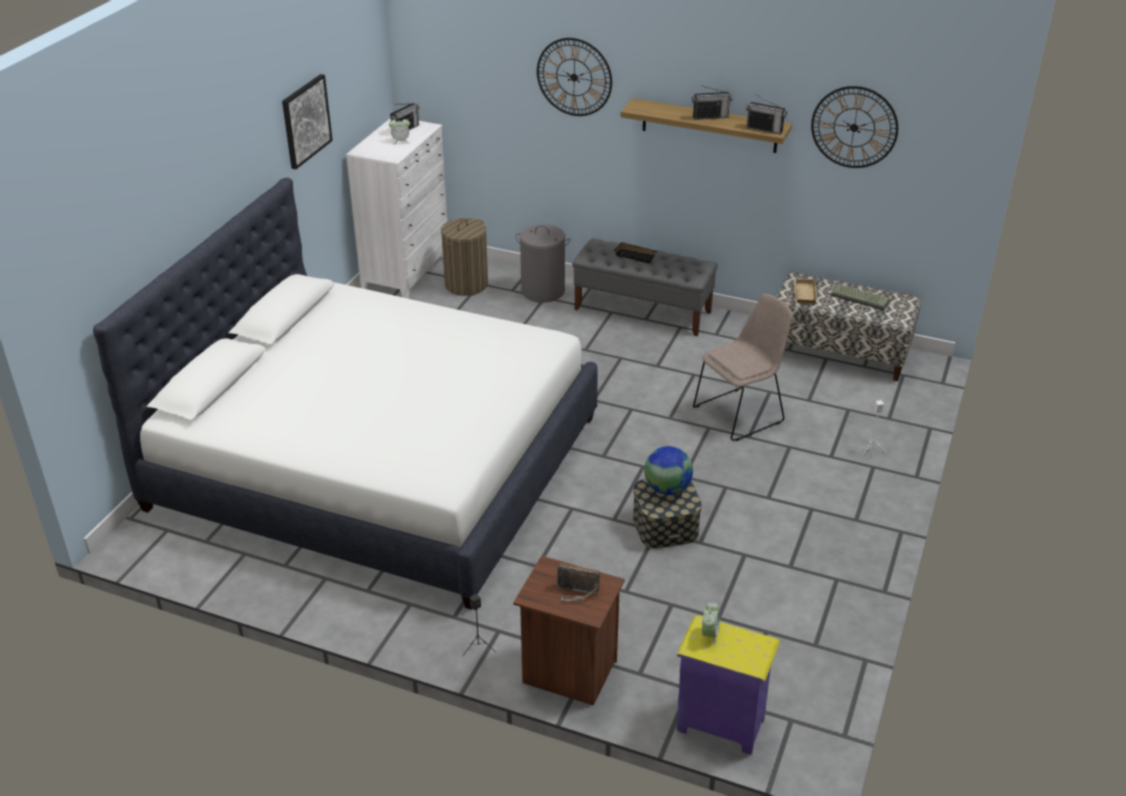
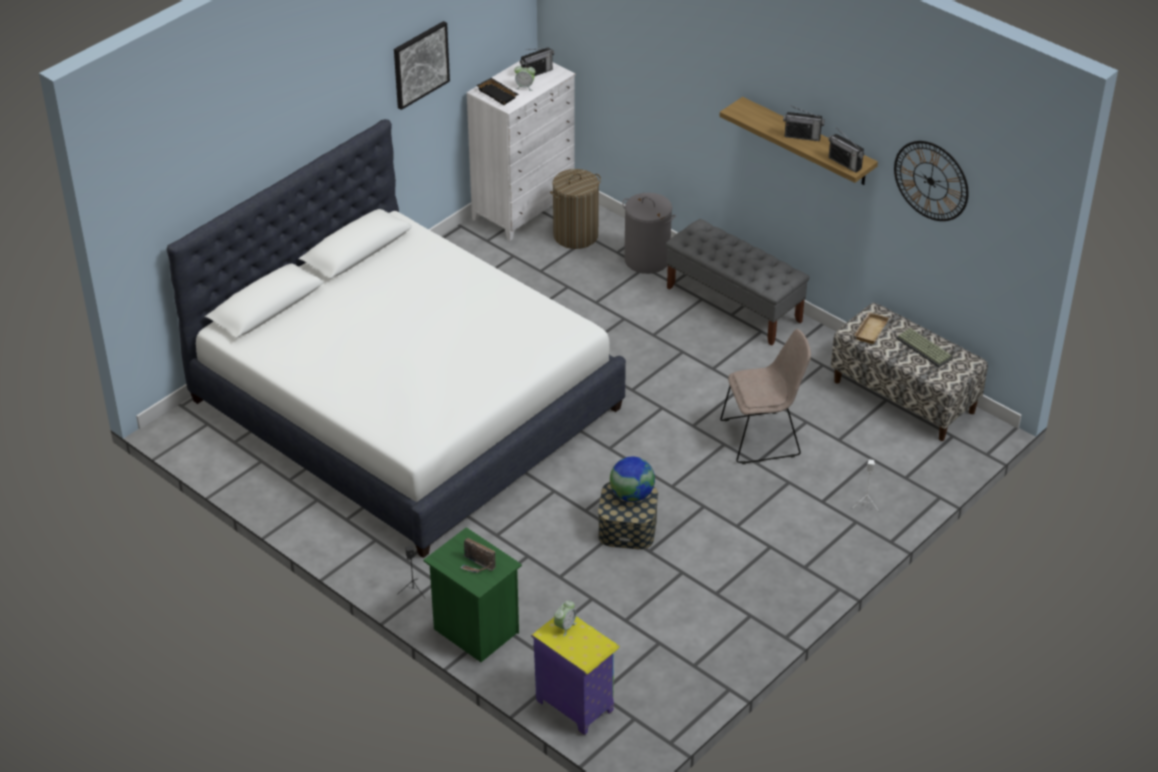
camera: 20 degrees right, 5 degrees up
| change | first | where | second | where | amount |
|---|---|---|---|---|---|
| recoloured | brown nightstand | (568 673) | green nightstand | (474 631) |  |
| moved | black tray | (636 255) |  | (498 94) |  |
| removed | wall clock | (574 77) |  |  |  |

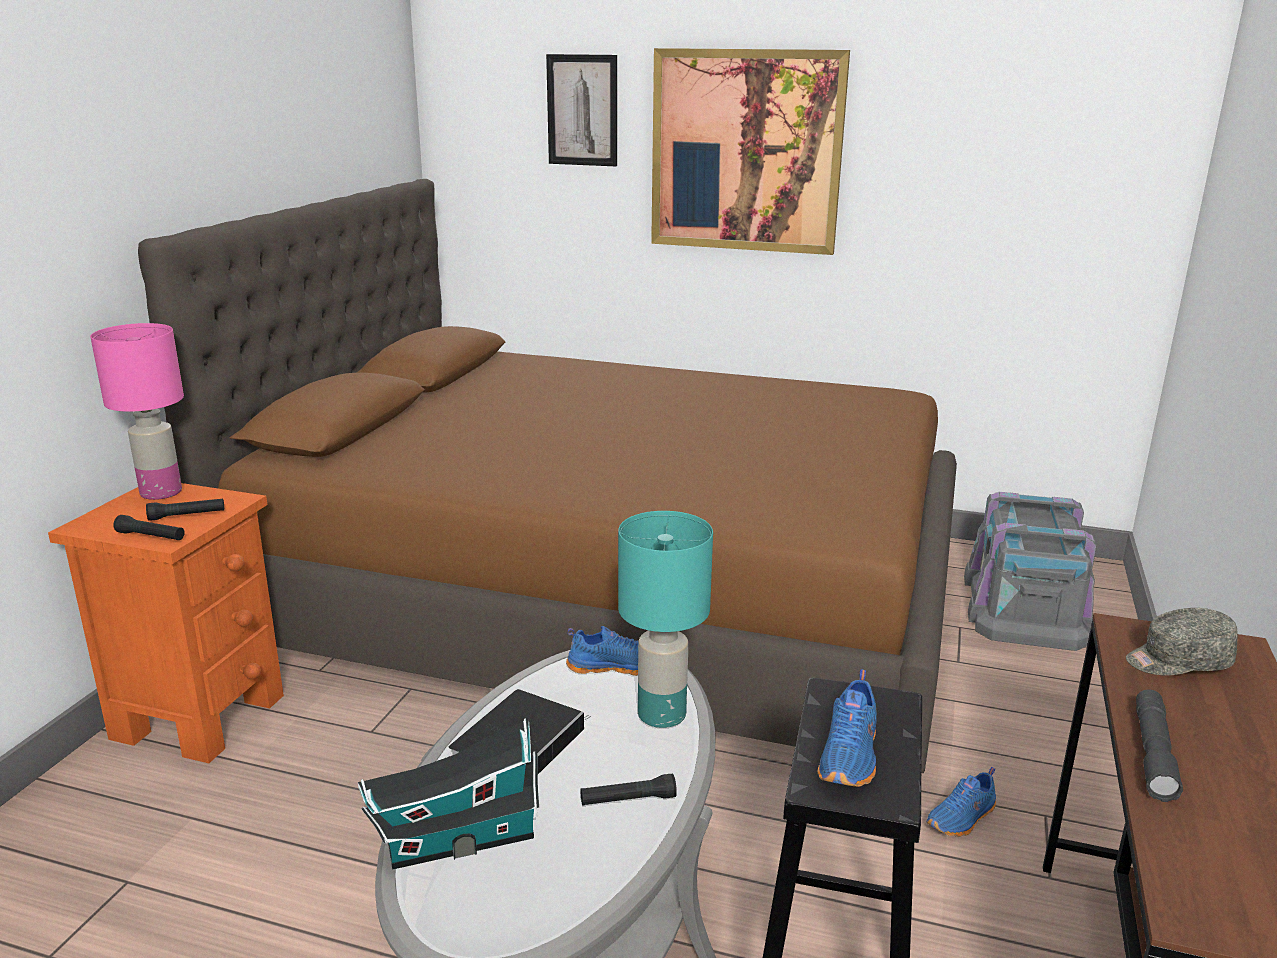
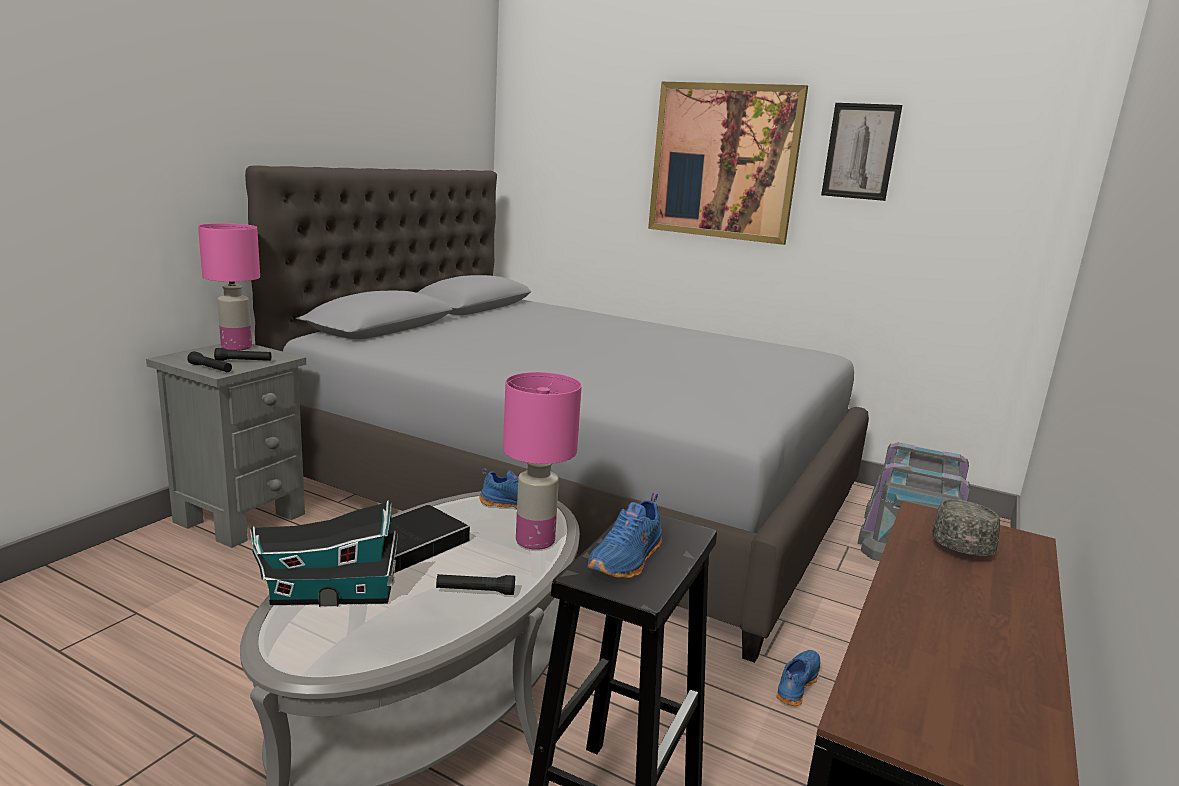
camera: 10 degrees right, 5 degrees down
| change | first | where | second | where | amount |
|---|---|---|---|---|---|
| recoloured | orange nightstand | (202 716) | grey nightstand | (242 518) |  |
| recoloured | brown bed | (609 601) | grey bed | (571 489) |  |
| recoloured | turquoise table lamp | (660 715) | pink table lamp | (534 541) |  |
| turned | blue shoe | (962 819) |  | (796 683) | 150 degrees clockwise |
| moved | picture | (582 110) |  | (860 151) |  |
| turned | grey cap | (1177 661) |  | (960 542) | 105 degrees clockwise |
| removed | grey flashlight | (1153 753) |  |  |  |

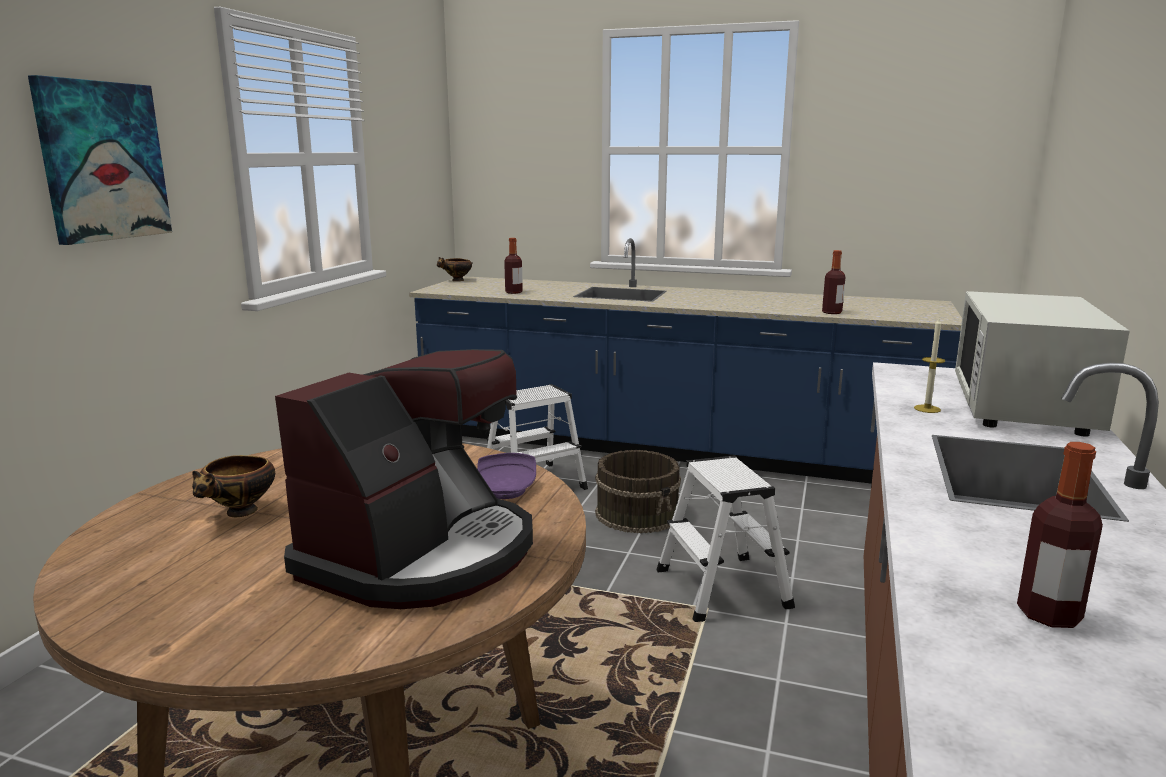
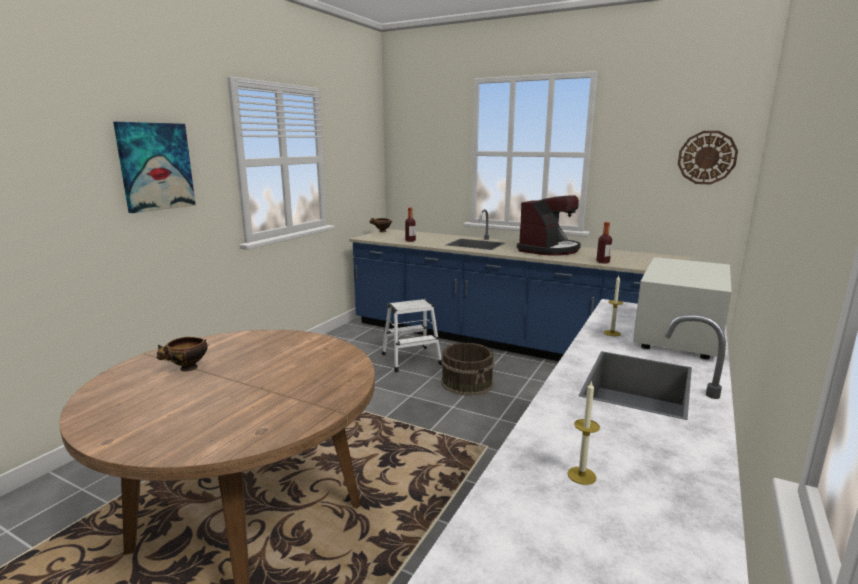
camera: 10 degrees right, 0 degrees up
| change | first | where | second | where | amount |
|---|---|---|---|---|---|
| moved | coffee machine | (422 554) |  | (549 250) |  |
| replaced | bottle | (1049 615) | candle | (581 475) |  |
| added |  |  | wall clock | (707 157) |  |
| removed | purple plate | (507 489) |  |  |  |
| removed | white step ladder | (723 588) |  |  |  |

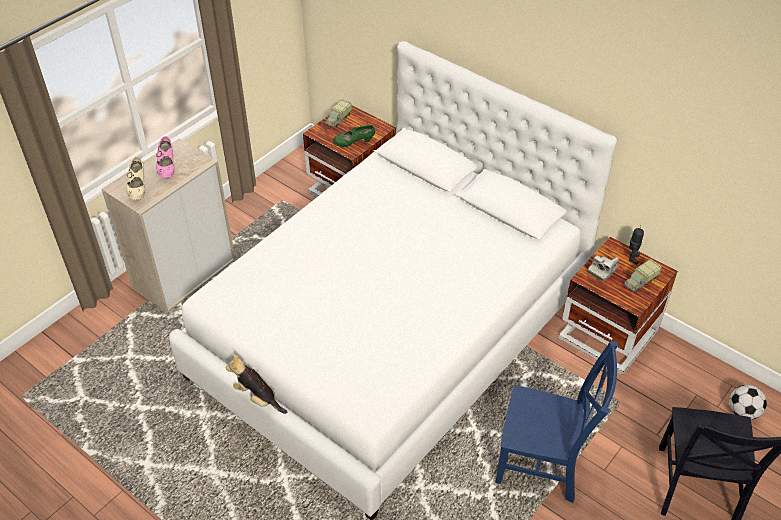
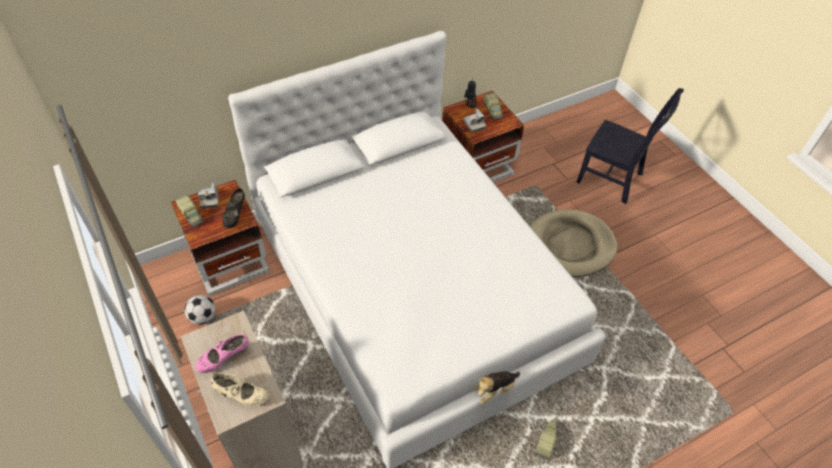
camera: 70 degrees left, 5 degrees up
| change | first | where | second | where | amount |
|---|---|---|---|---|---|
| moved | football | (743 412) |  | (203 317) |  |
| turned | pink shoe | (167 167) |  | (224 359) | 135 degrees clockwise |
| added |  |  | photo camera | (209 199) |  |
| recoloured | green shoe | (354 143) | black shoe | (235 215) |  |
| replaced | blue chair | (544 463) | beige dog bed | (570 245) |  |
| added |  |  | toy truck | (546 441) |  |

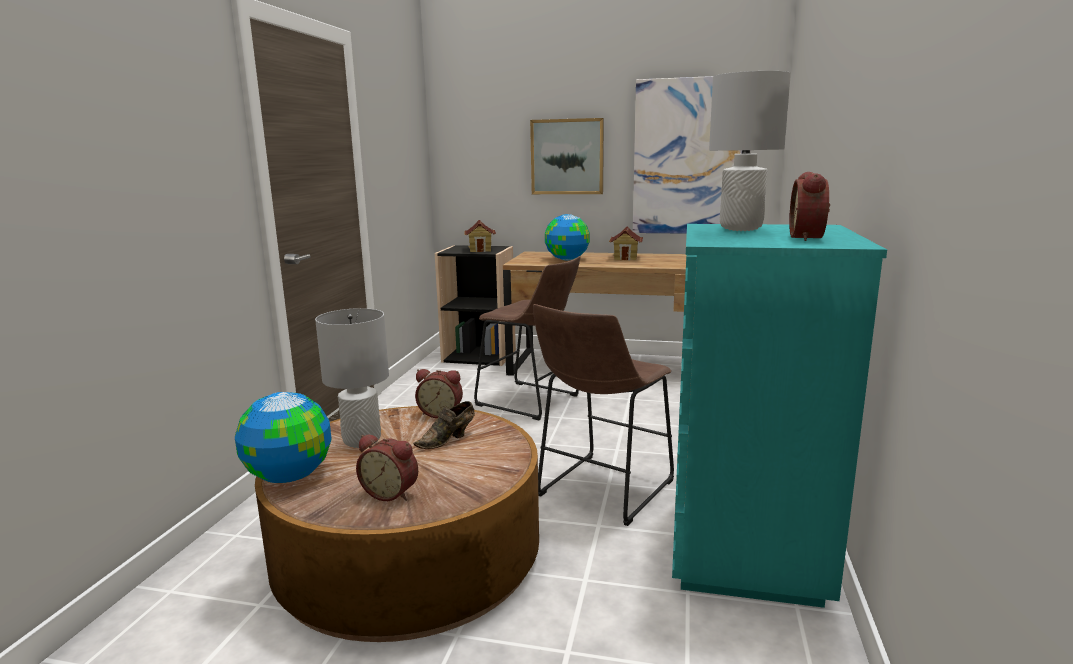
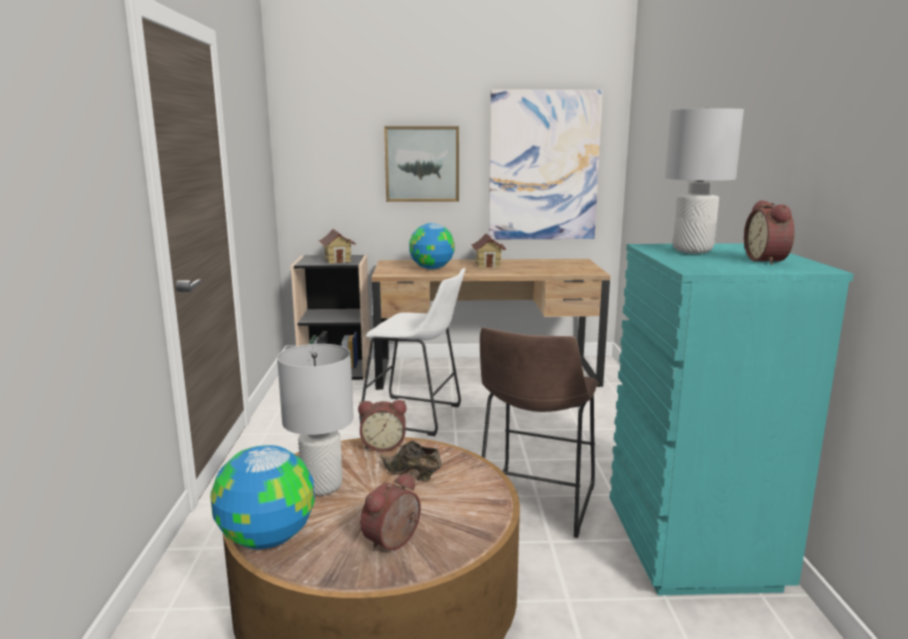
camera: 15 degrees left, 0 degrees up
| change | first | where | second | where | amount |
|---|---|---|---|---|---|
| recoloured | brown stool | (532 402) | white stool | (417 416) |  |
| turned | alarm clock | (391 493) |  | (394 543) | 120 degrees clockwise |
| turned | brown shoe | (448 440) |  | (412 475) | 90 degrees clockwise |

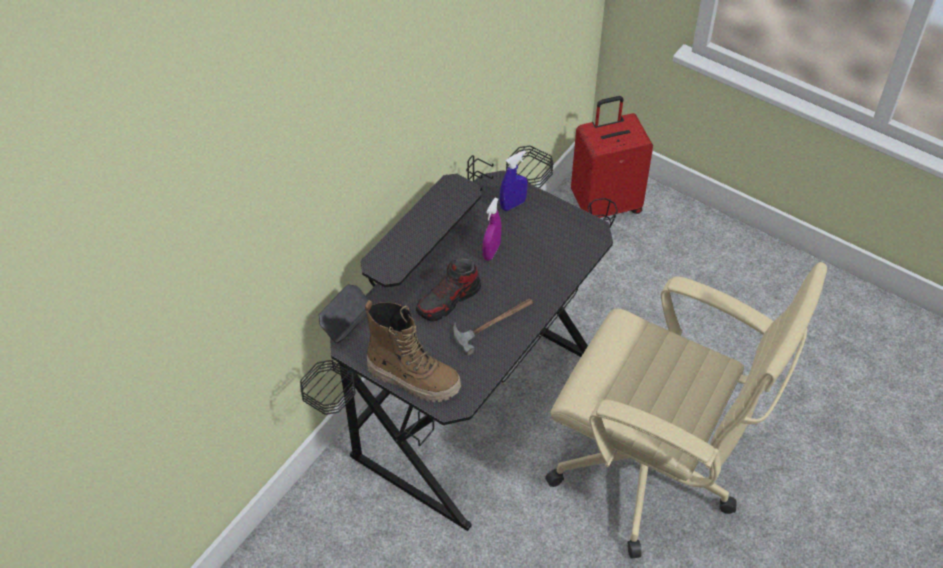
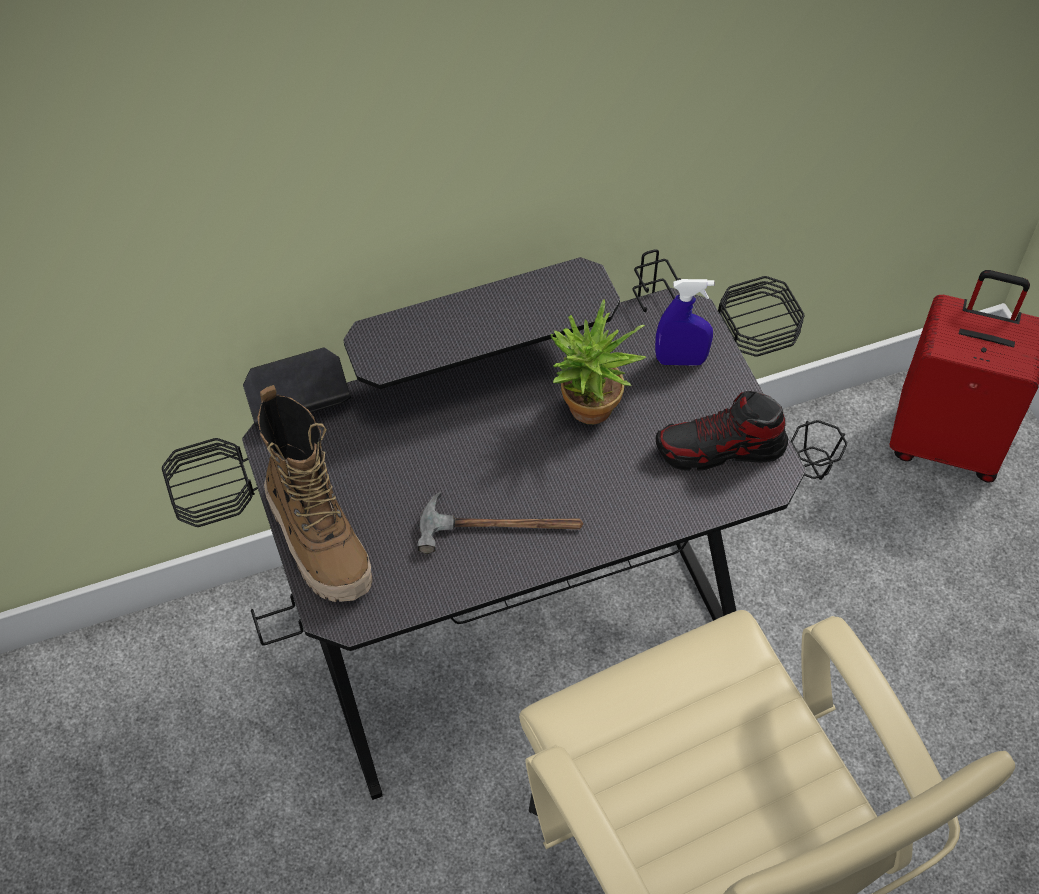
camera: 35 degrees right, 5 degrees up
| change | first | where | second | where | amount |
|---|---|---|---|---|---|
| replaced | purple spray bottle | (491 251) | potted plant | (588 414) |  |
| moved | shoe | (449 300) |  | (720 449) |  |

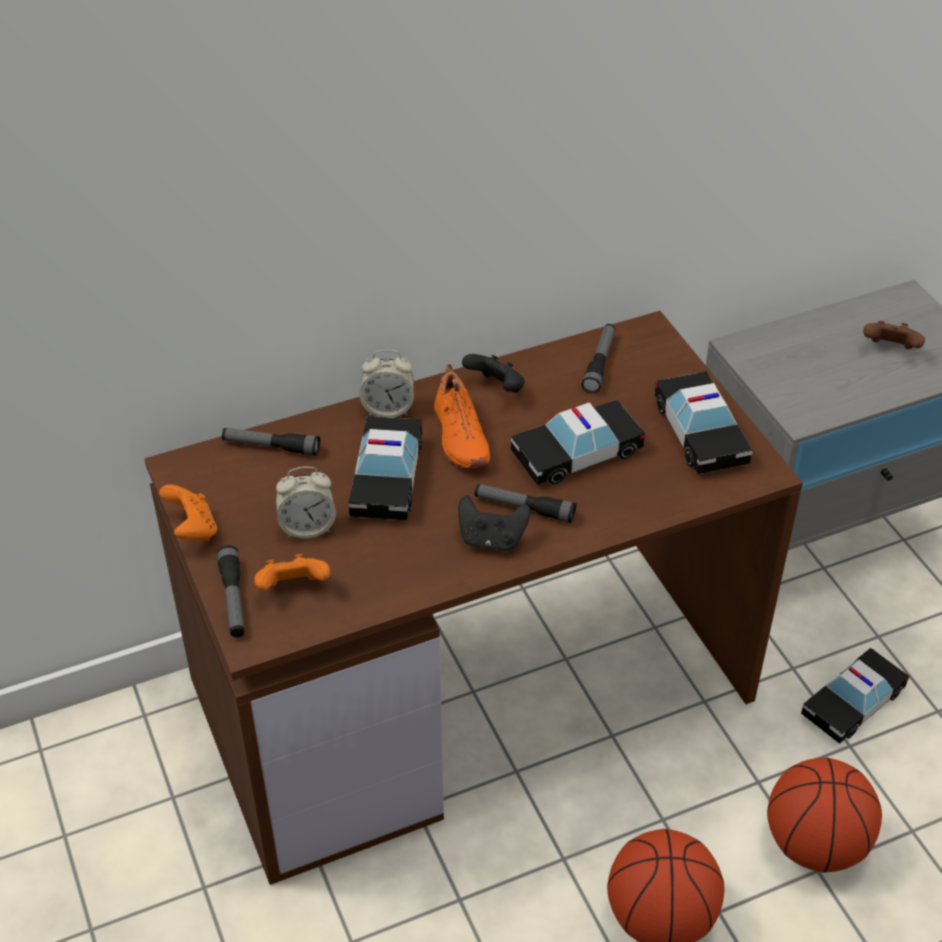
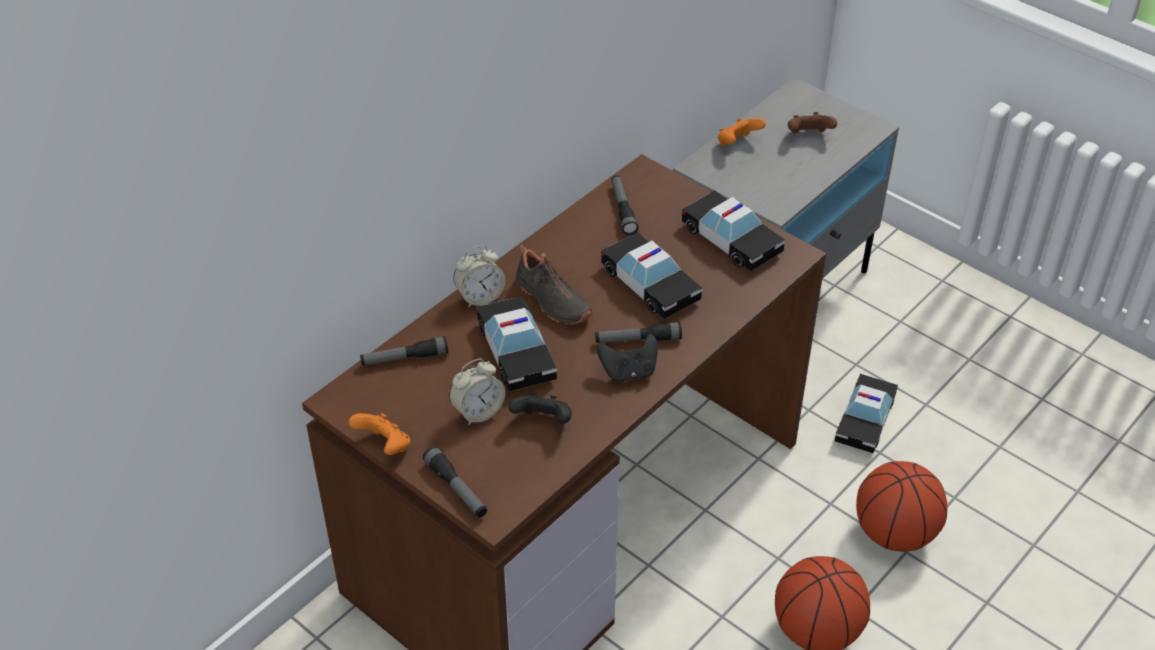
camera: 25 degrees left, 0 degrees up
| change | first | where | second | where | amount |
|---|---|---|---|---|---|
| moved | black game controller | (496 388) |  | (543 421) |  |
| recoloured | orange shoe | (458 437) | black shoe | (551 301) |  |
| turned | toy car | (576 453) |  | (650 285) | 75 degrees counterclockwise |
| moved | orange game controller | (293 588) |  | (737 144) |  |

